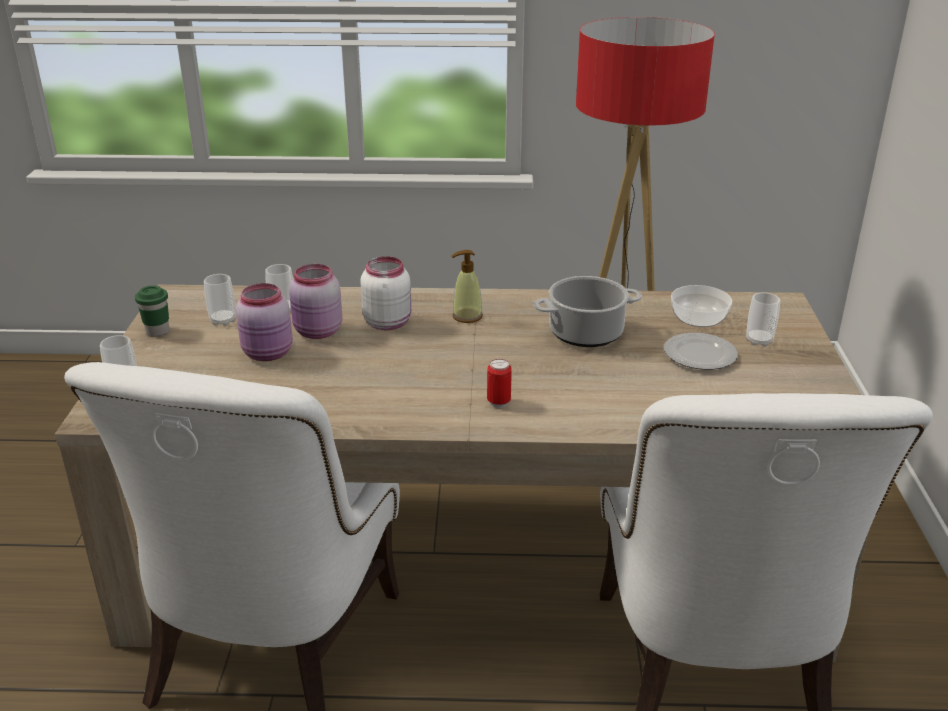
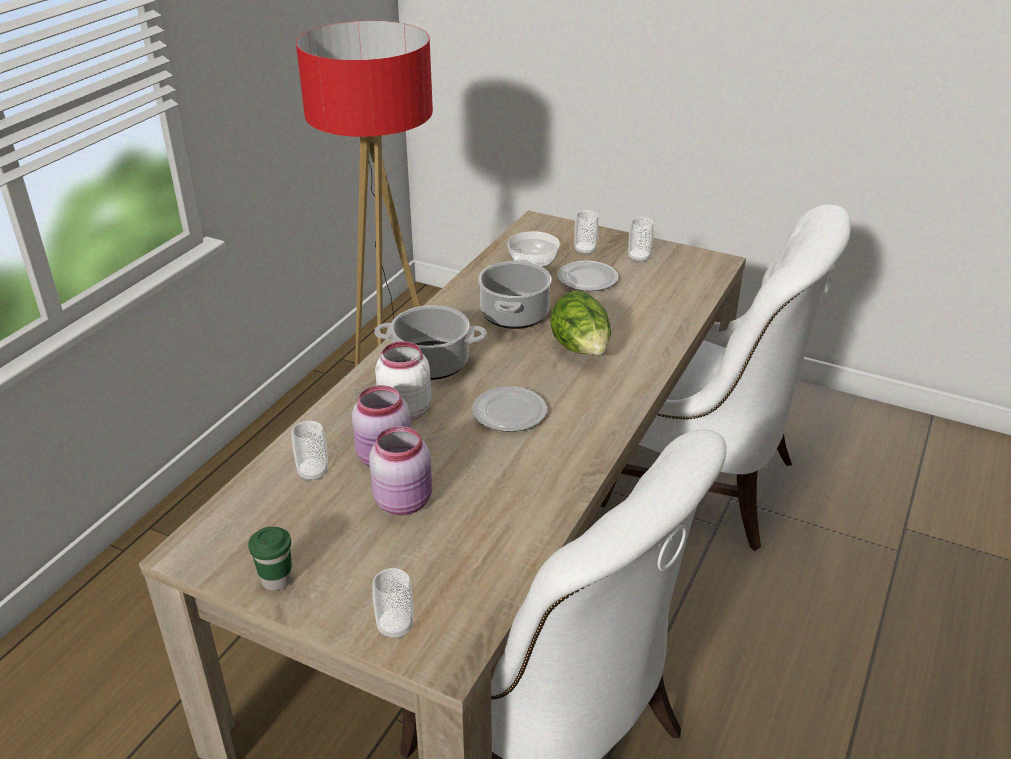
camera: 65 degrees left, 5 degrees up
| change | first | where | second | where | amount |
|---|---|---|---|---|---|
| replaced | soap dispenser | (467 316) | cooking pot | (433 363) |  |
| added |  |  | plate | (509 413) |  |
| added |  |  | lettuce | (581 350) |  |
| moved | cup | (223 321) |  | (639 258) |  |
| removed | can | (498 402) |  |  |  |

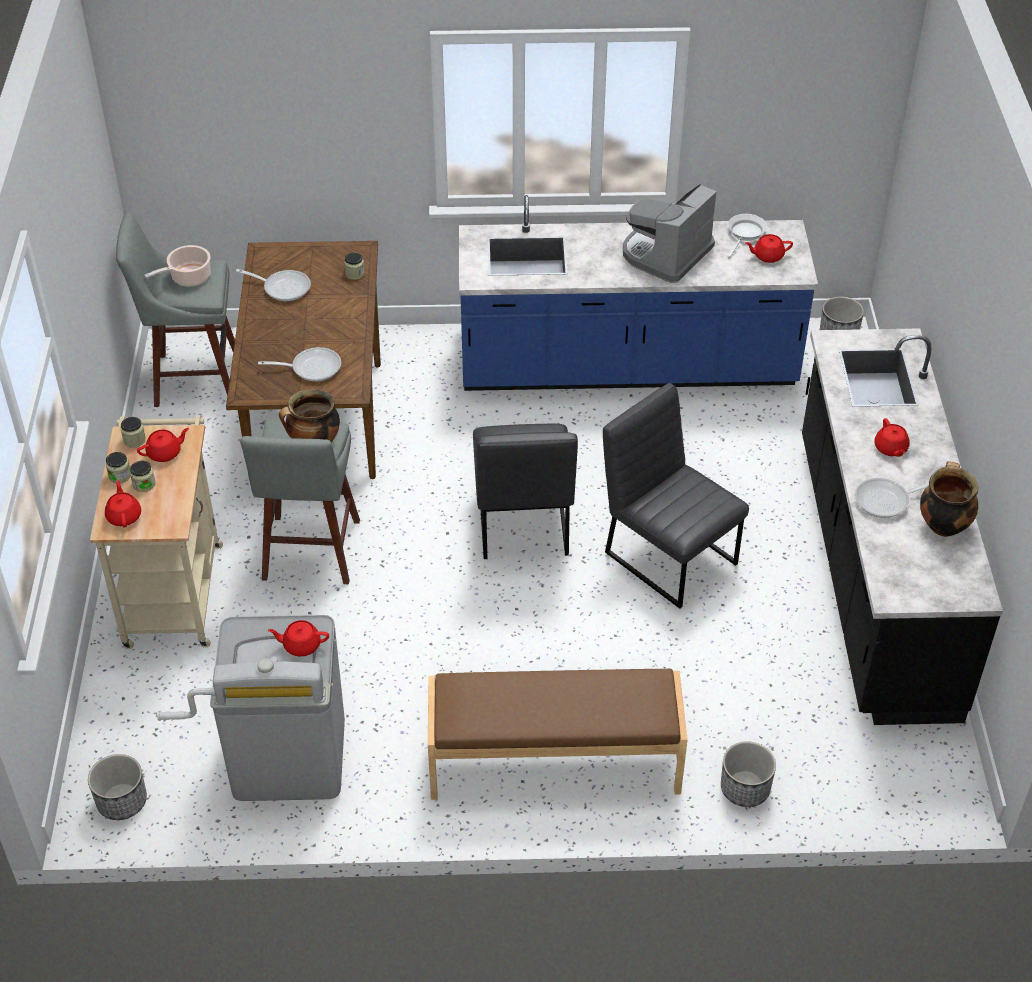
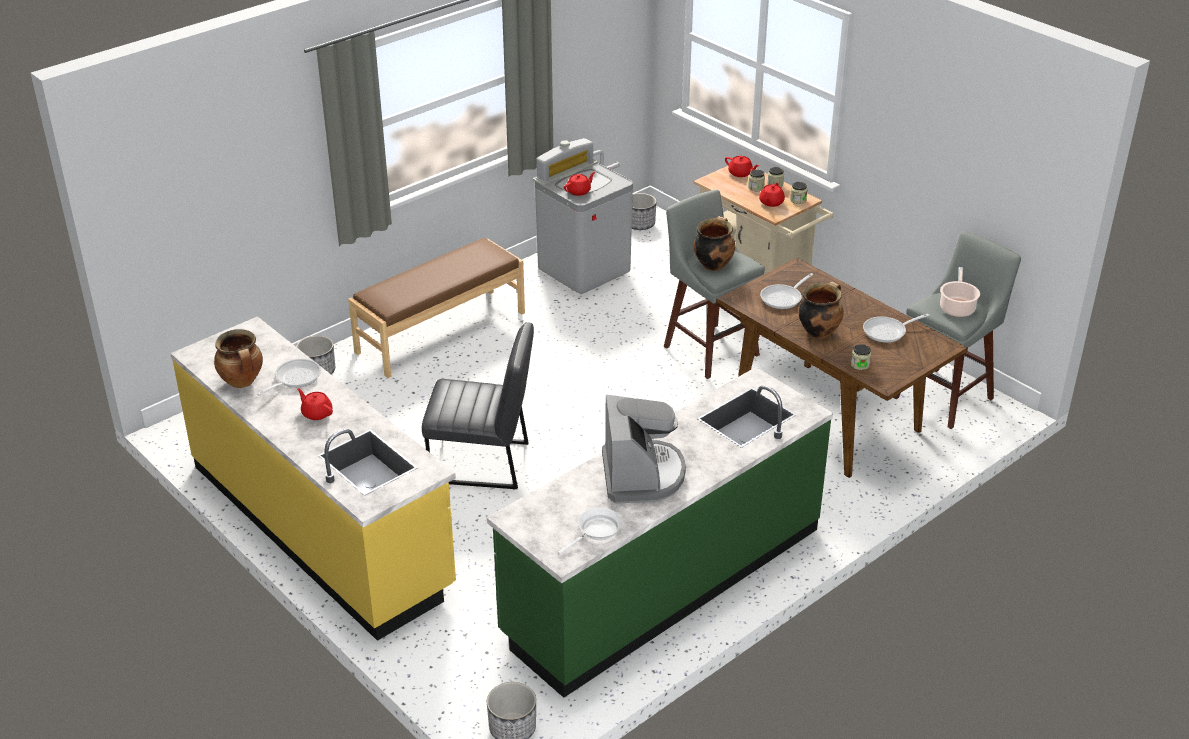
camera: 140 degrees right, 10 degrees down
| change | first | where | second | where | amount |
|---|---|---|---|---|---|
| recoloured | black counter | (873 574) | yellow counter | (321 526) |  |
| recoloured | blue counter | (627 369) | green counter | (663 581) |  |
| turned | white frying pan | (745 234) |  | (597 531) | 120 degrees counterclockwise |
| added |  |  | cooking pot | (819 331) |  |
| removed | grey chair | (522 523) |  |  |  |
| removed | red teapot | (767 256) |  |  |  |

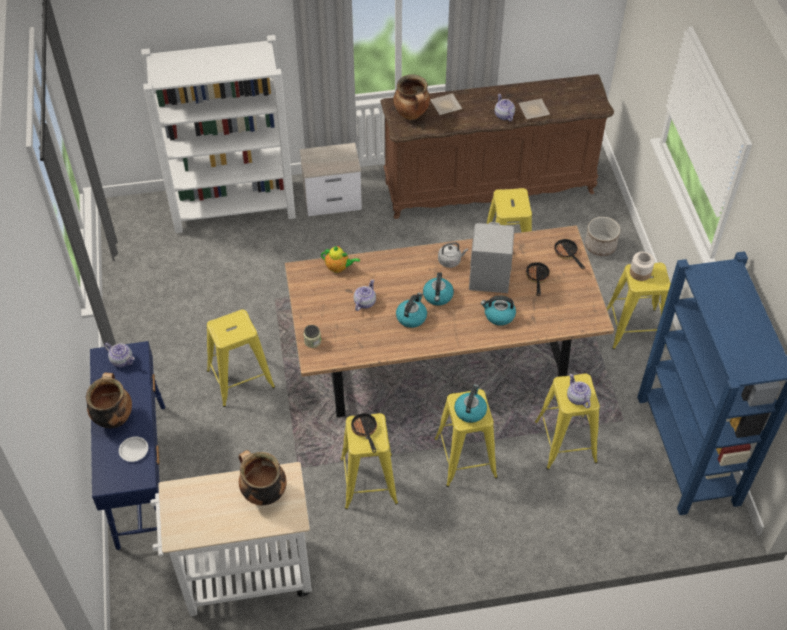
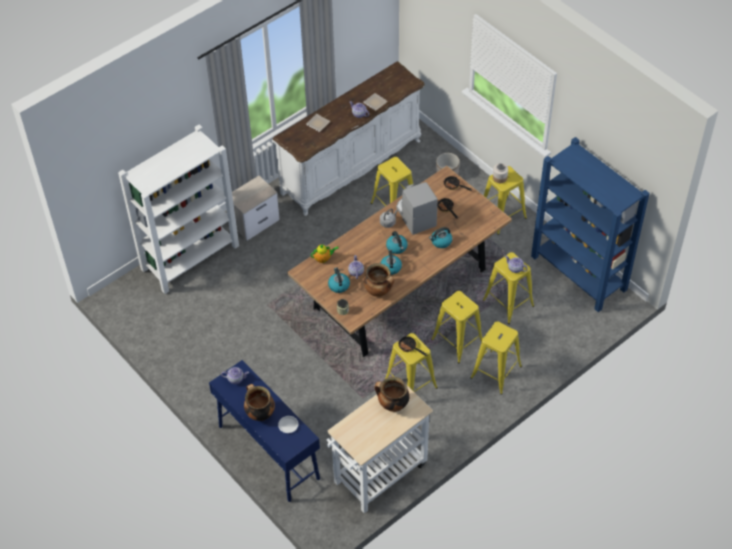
camera: 30 degrees left, 0 degrees up
| change | first | where | second | where | amount |
|---|---|---|---|---|---|
| recoloured | brown cabinet | (490 189) | white cabinet | (352 167) |  |
| moved | kettle | (470 410) |  | (338 285) |  |
| moved | cooking pot | (412 115) |  | (379 291) |  |
| moved | yellow stool | (240 379) |  | (496 372) |  |

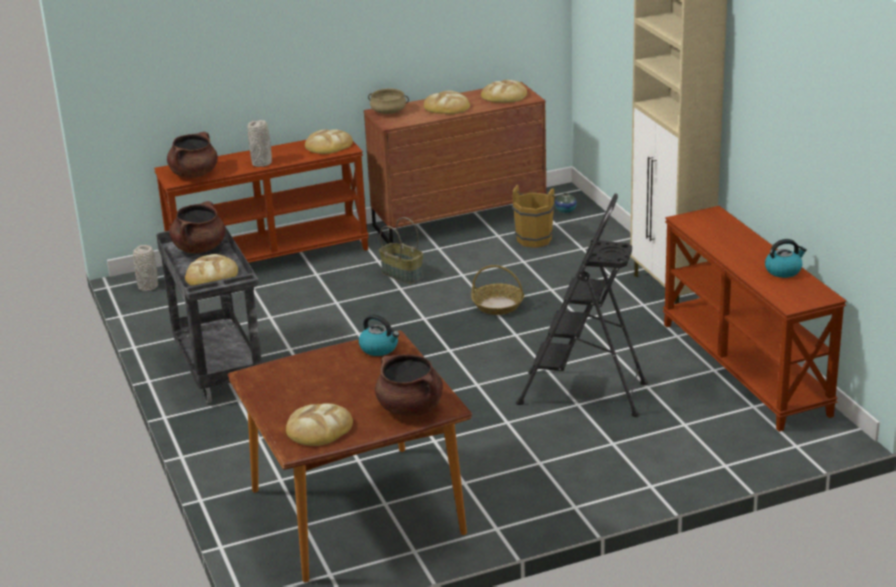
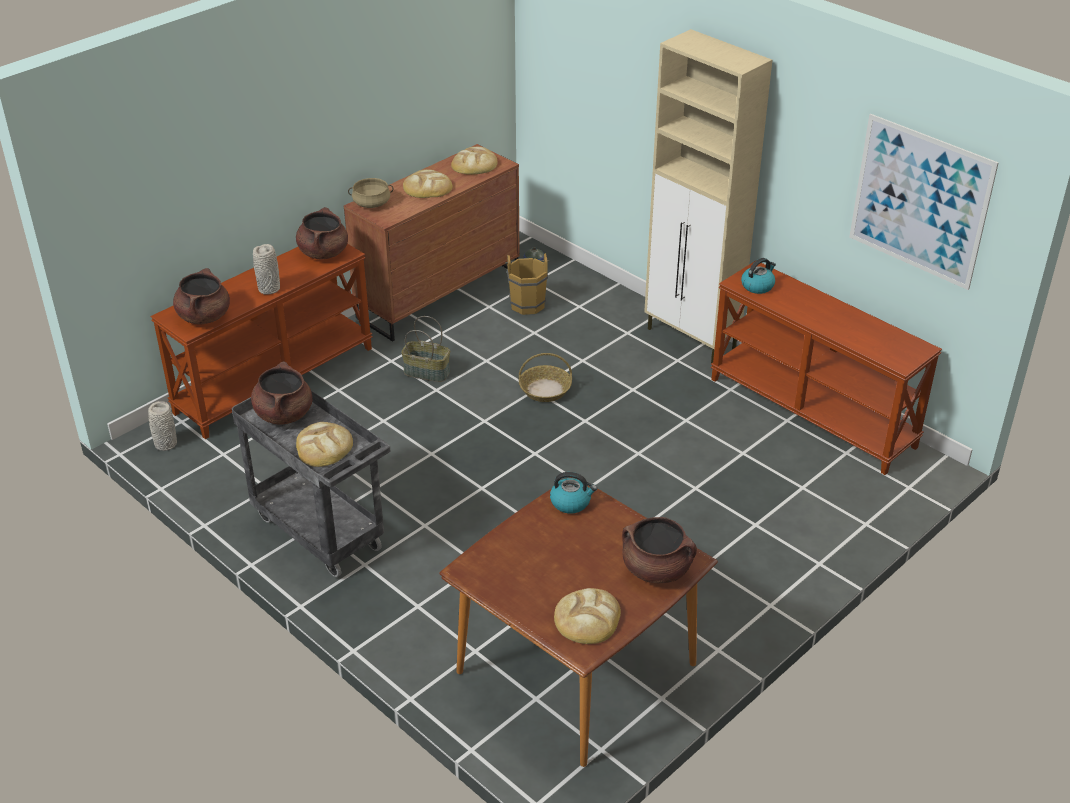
camera: 25 degrees left, 10 degrees up
| change | first | where | second | where | amount |
|---|---|---|---|---|---|
| replaced | bread | (328 145) | brown cooking pot | (323 253) |  |
| moved | kettle | (783 270) |  | (757 286) |  |
| added |  |  | picture | (920 201) |  |
| removed | step ladder | (584 393) |  |  |  |

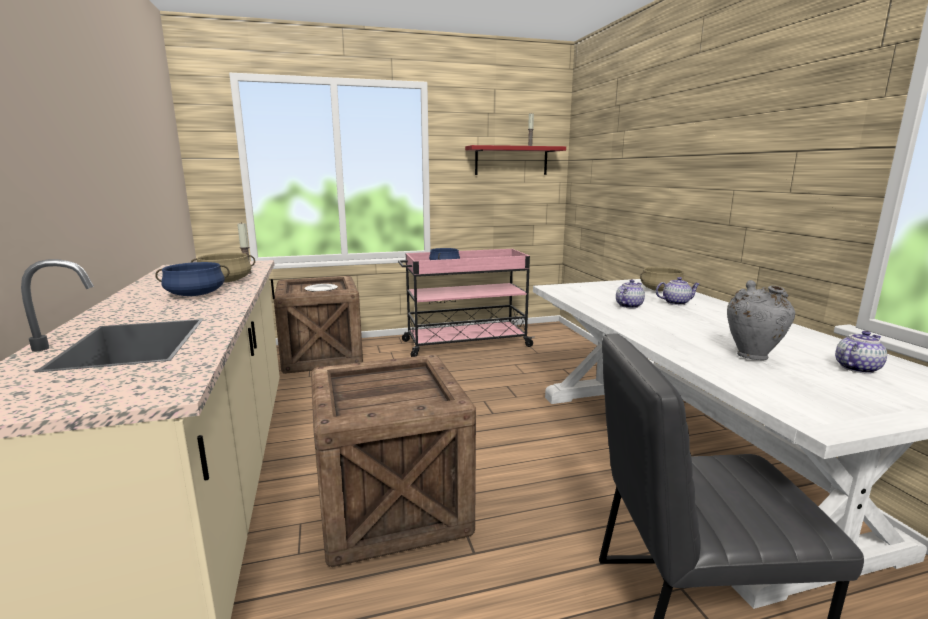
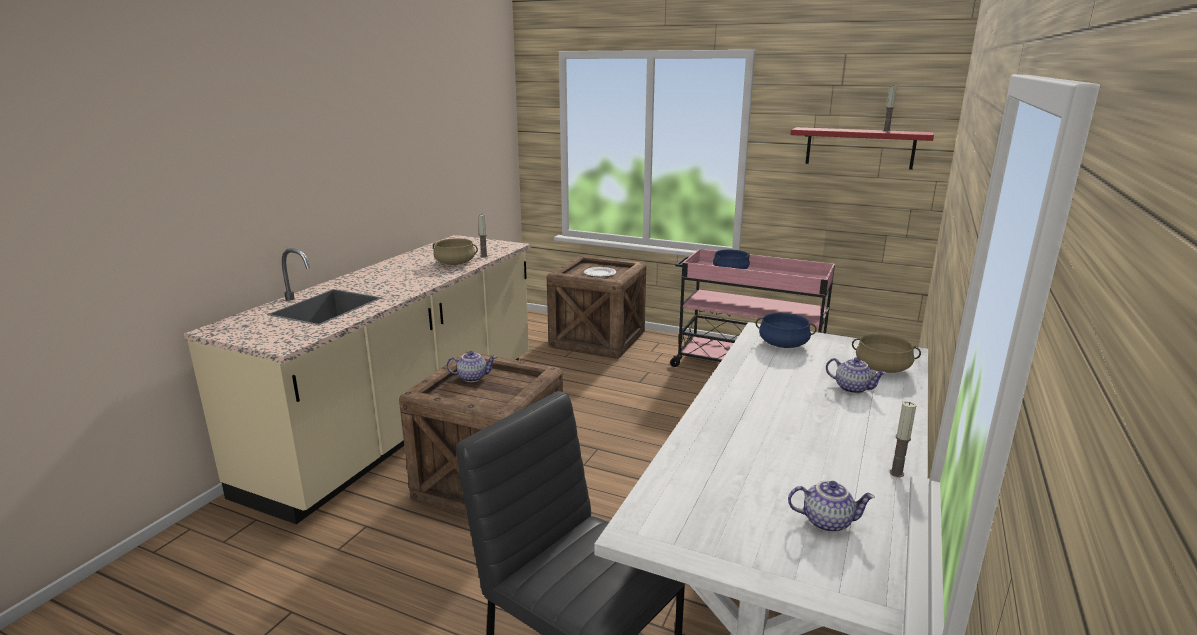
camera: 40 degrees right, 5 degrees up
| change | first | where | second | where | amount |
|---|---|---|---|---|---|
| moved | teapot | (628 305) |  | (473 377) |  |
| moved | blue cooking pot | (196 294) |  | (783 344) |  |
| added |  |  | candle | (896 473) |  |
| removed | grey vase | (752 356) |  |  |  |

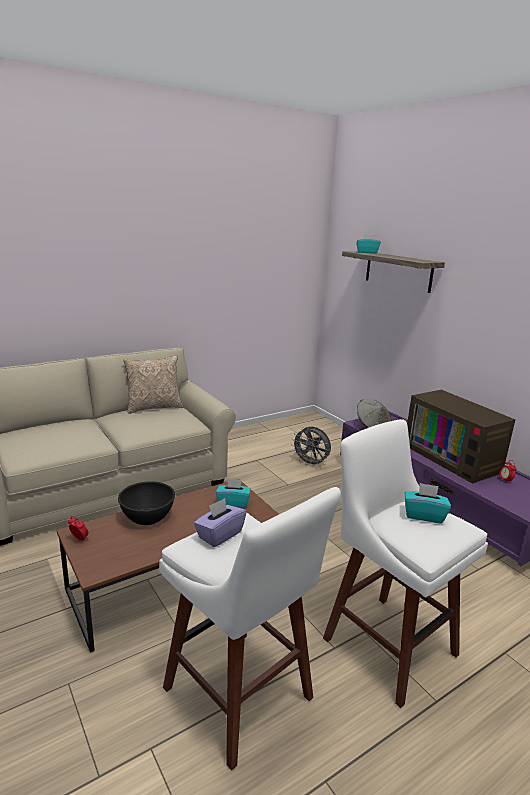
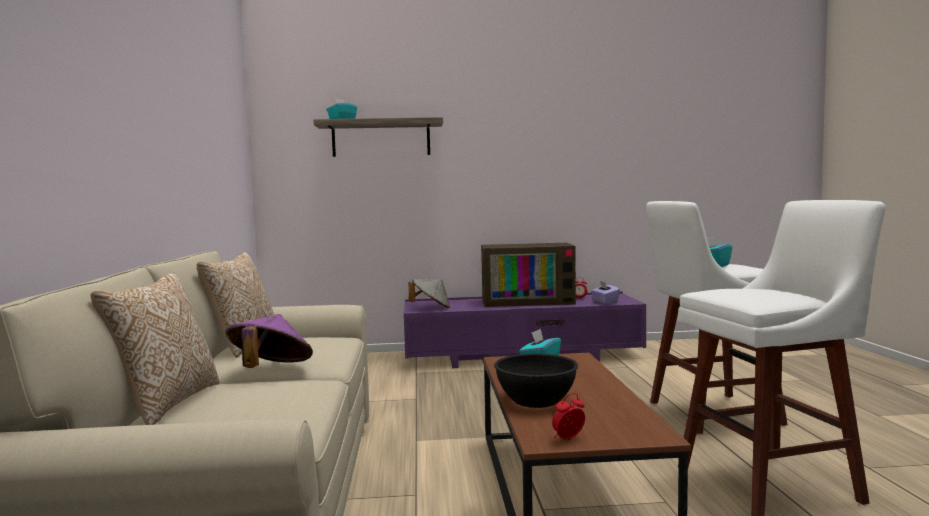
camera: 60 degrees left, 15 degrees down
| change | first | where | second | where | amount |
|---|---|---|---|---|---|
| added |  |  | pillow | (165 404) |  |
| added |  |  | purple hat | (270 371) |  |
| moved | purple tissue box | (219 534) |  | (604 302) |  |
| removed | grey fan | (310 464) |  |  |  |

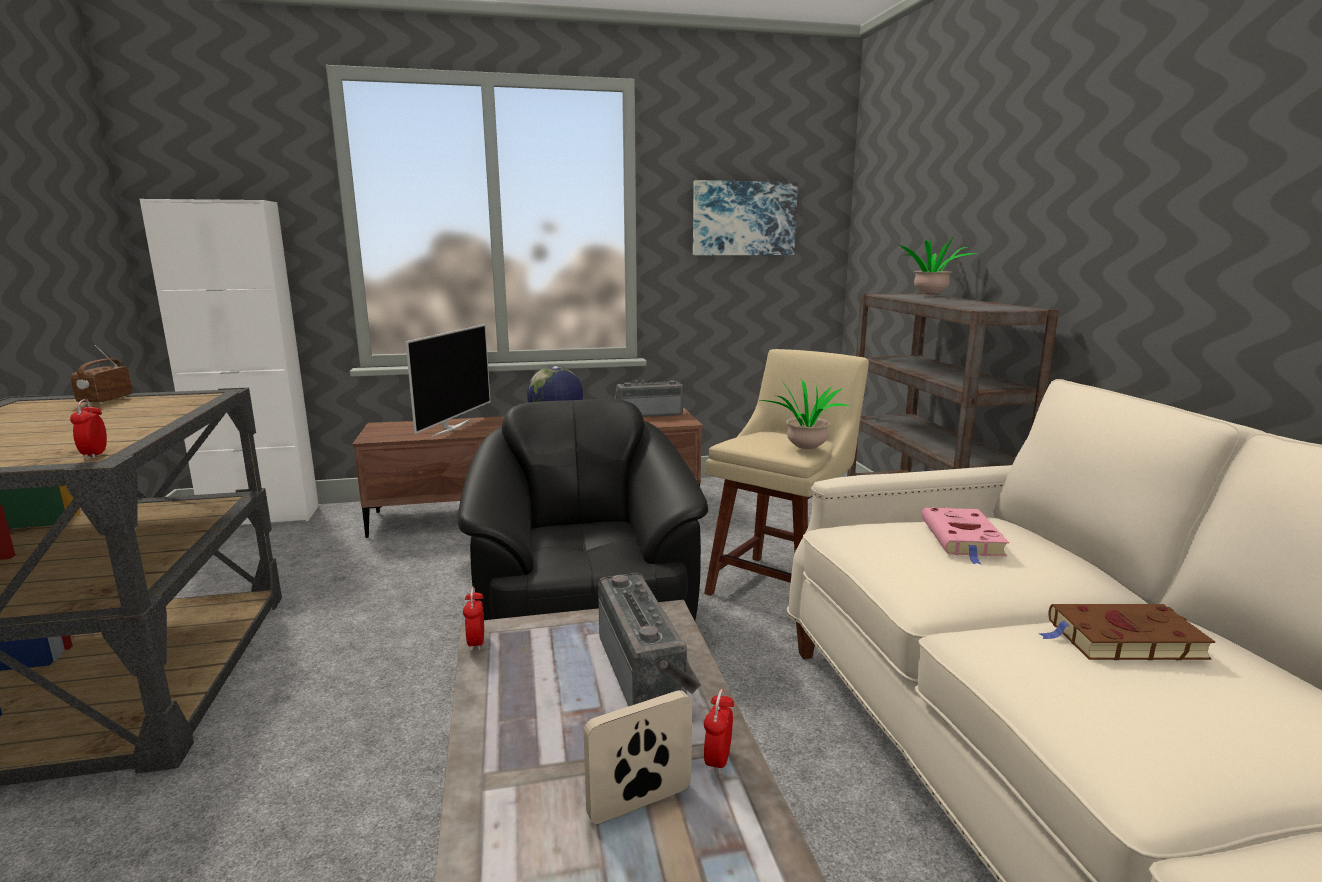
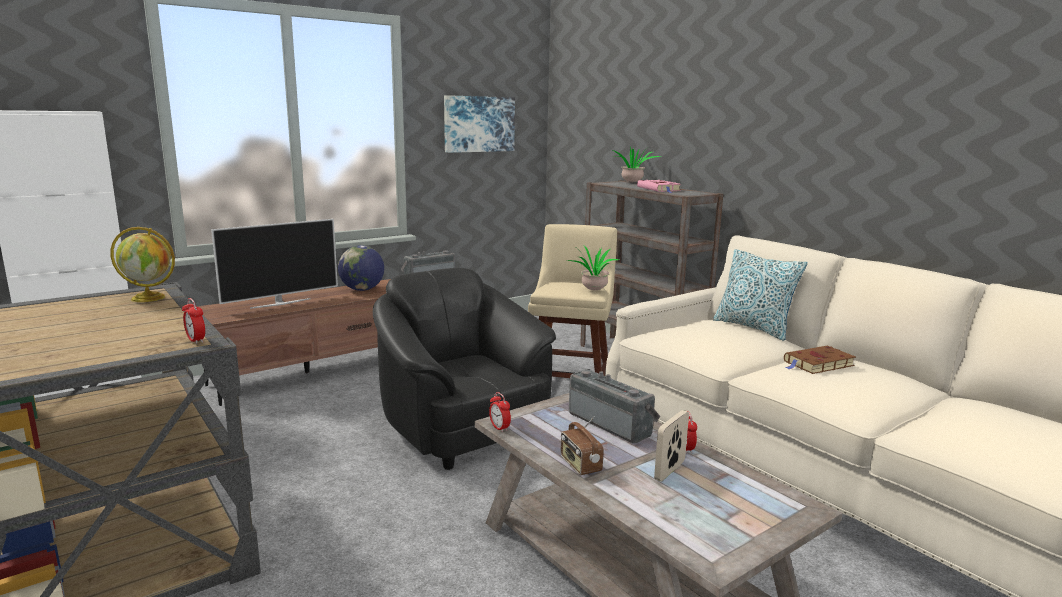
camera: 25 degrees left, 0 degrees up
| change | first | where | second | where | amount |
|---|---|---|---|---|---|
| added |  |  | globe | (149 298) |  |
| turned | television | (451 427) |  | (280 303) | 60 degrees clockwise |
| moved | radio | (105 399) |  | (580 465) |  |
| moved | pink book | (963 539) |  | (659 189) |  |
| added |  |  | pillow | (753 328) |  |

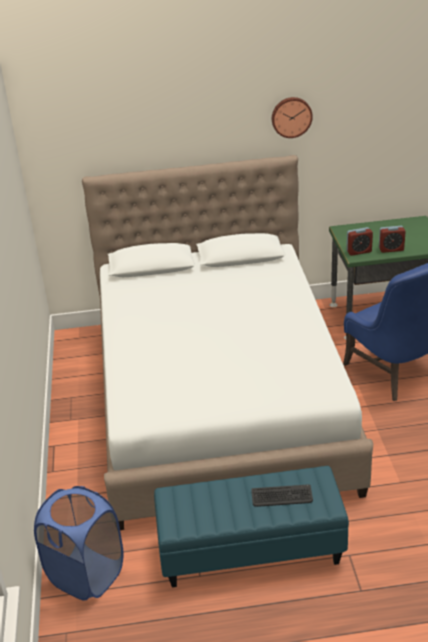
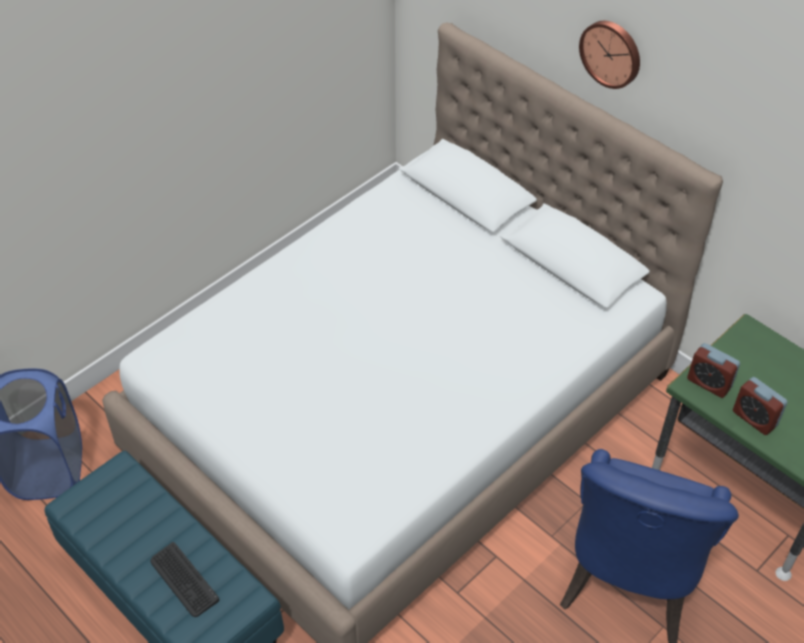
camera: 50 degrees right, 15 degrees up
| change | first | where | second | where | amount |
|---|---|---|---|---|---|
| moved | wall clock | (291 117) |  | (611 53) |  |

